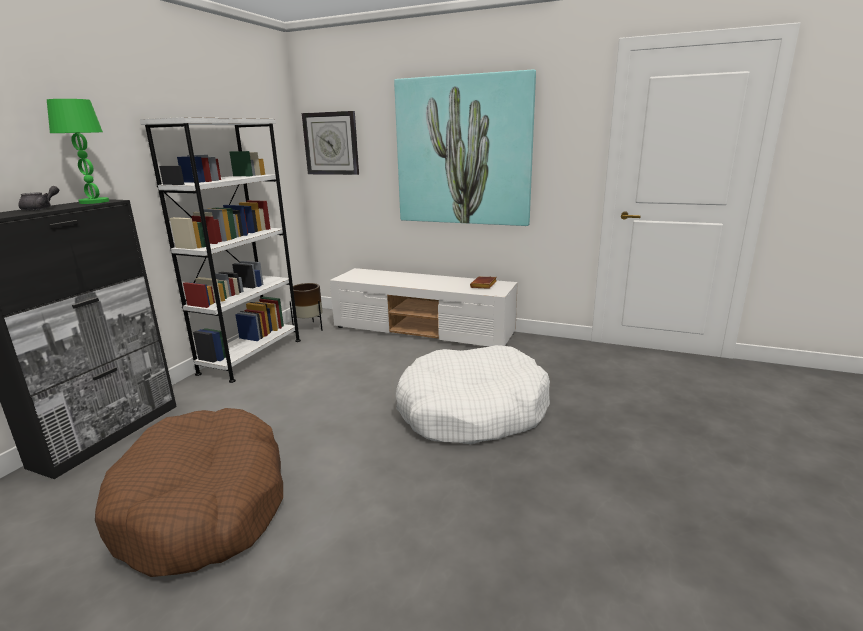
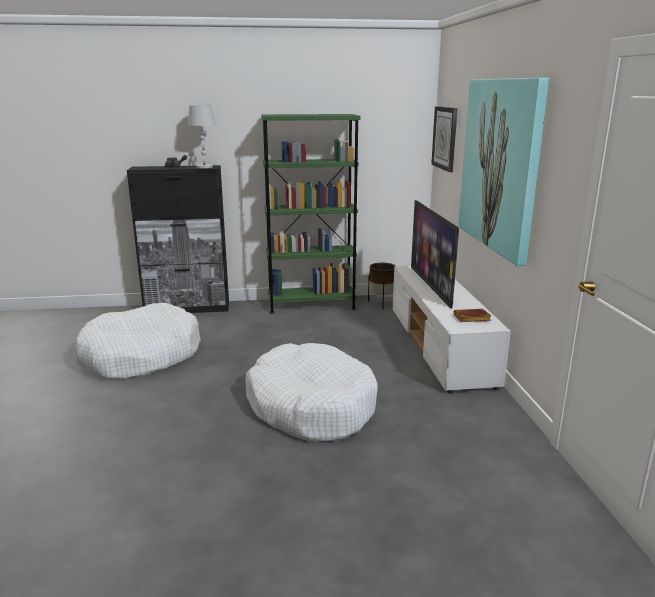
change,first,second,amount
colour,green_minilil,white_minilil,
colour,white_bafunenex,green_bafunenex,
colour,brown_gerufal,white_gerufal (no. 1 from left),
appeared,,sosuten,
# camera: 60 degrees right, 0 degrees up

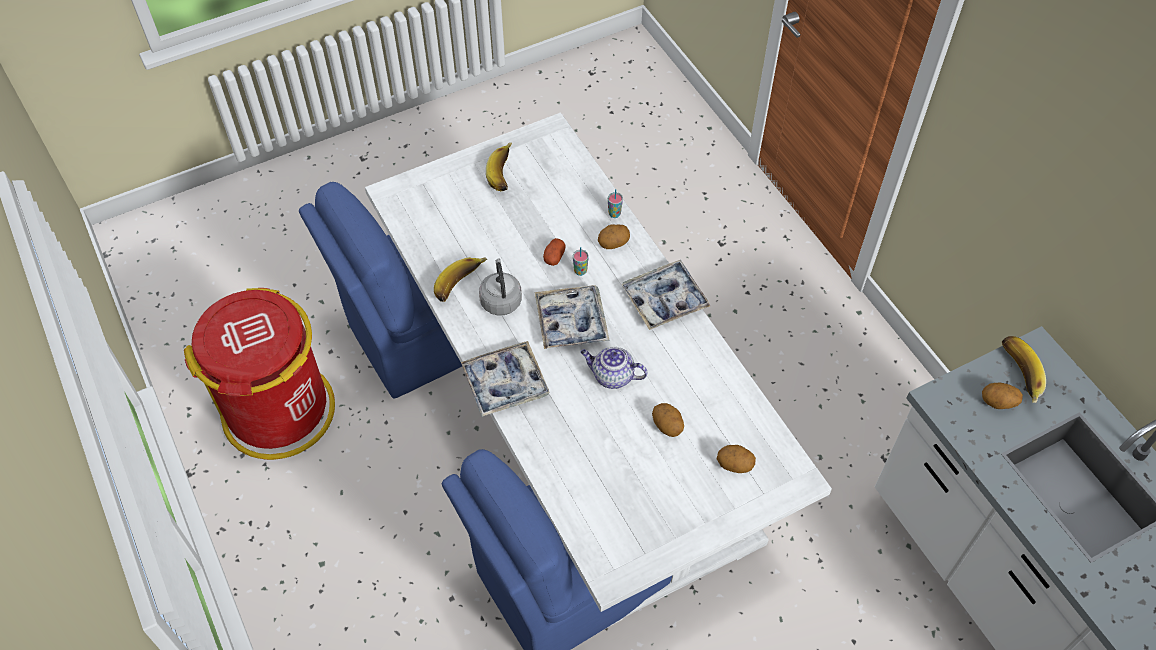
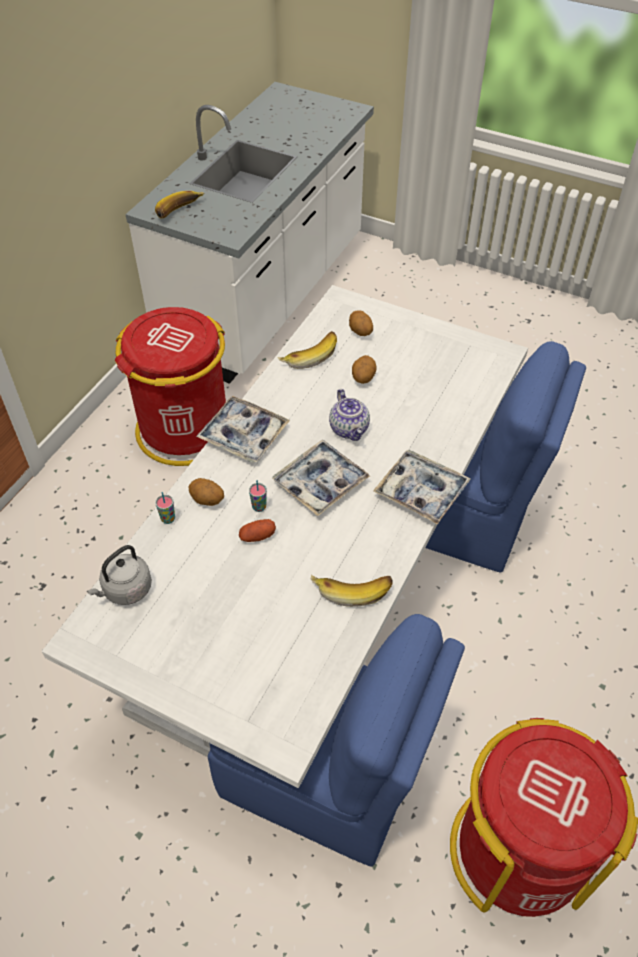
change,first,second,amount
relocated,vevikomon (no. 2 from left),,
relocated,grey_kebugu,,
missing,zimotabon (no. 5 from left),,
appeared,,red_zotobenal (no. 1 from left),
# camera: 125 degrees left, 5 degrees down

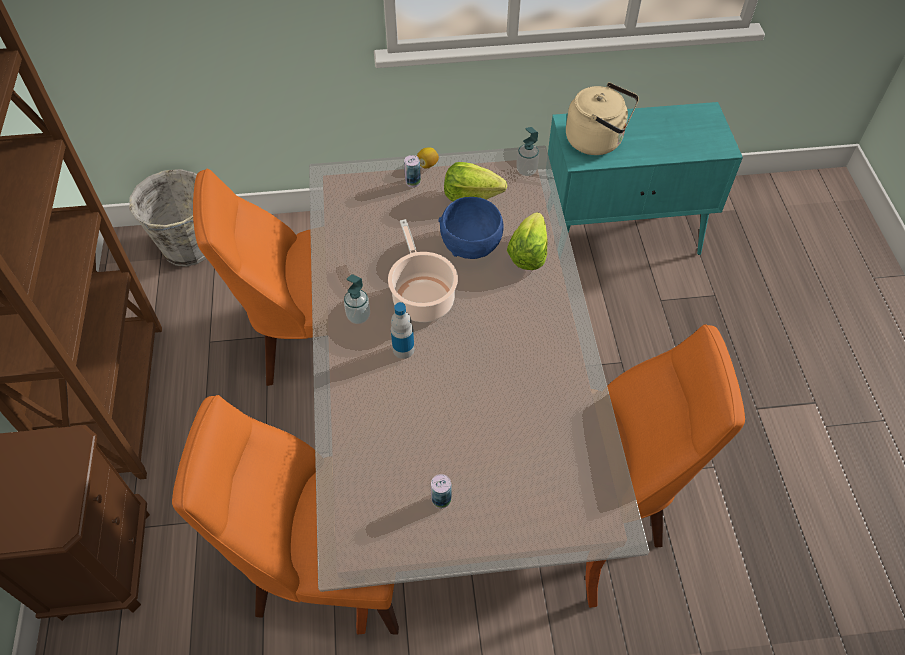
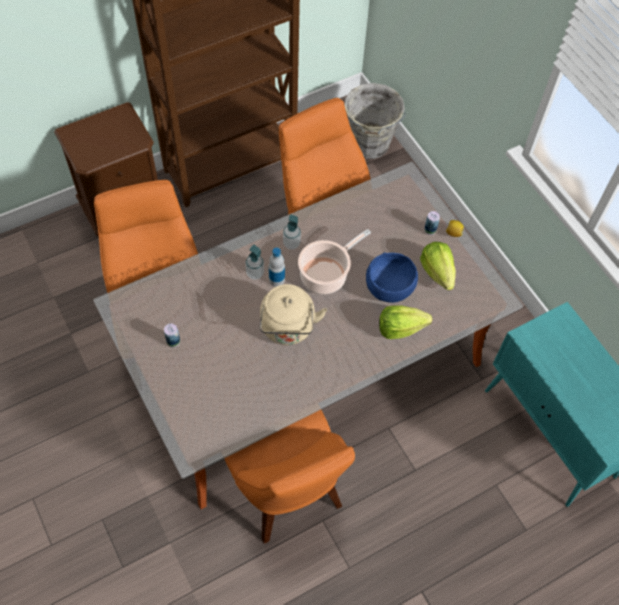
change,first,second,amount
relocated,beige_kebugu,,
relocated,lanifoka (no. 2 from left in the first image),lanifoka (no. 1 from left),
# camera: 65 degrees right, 5 degrees up

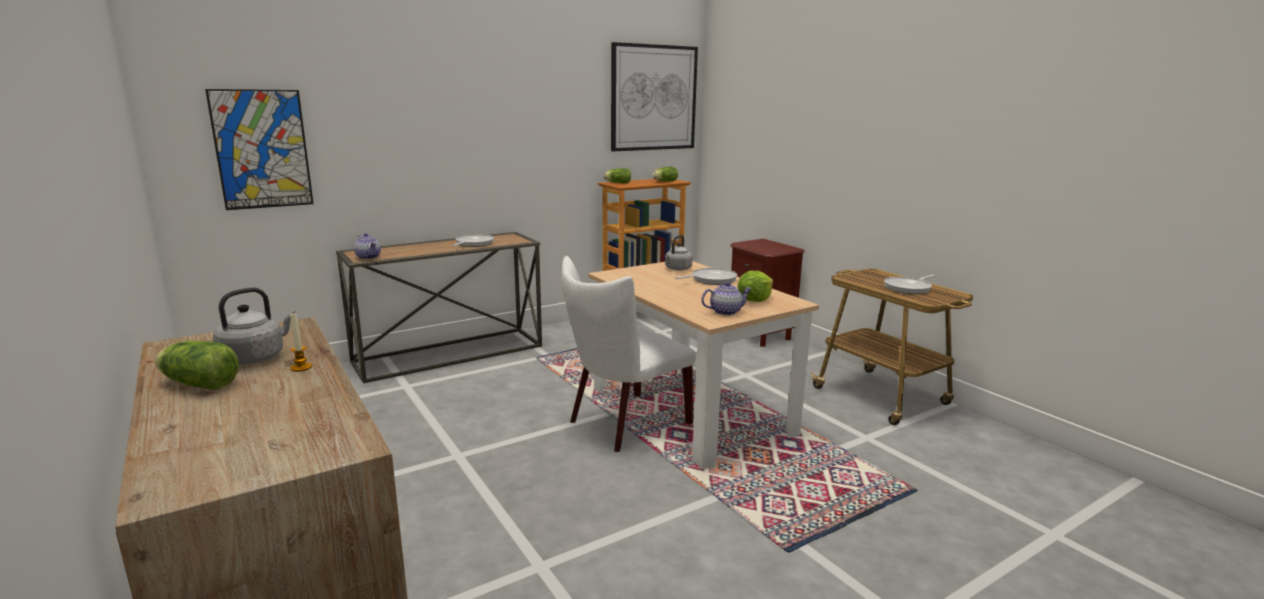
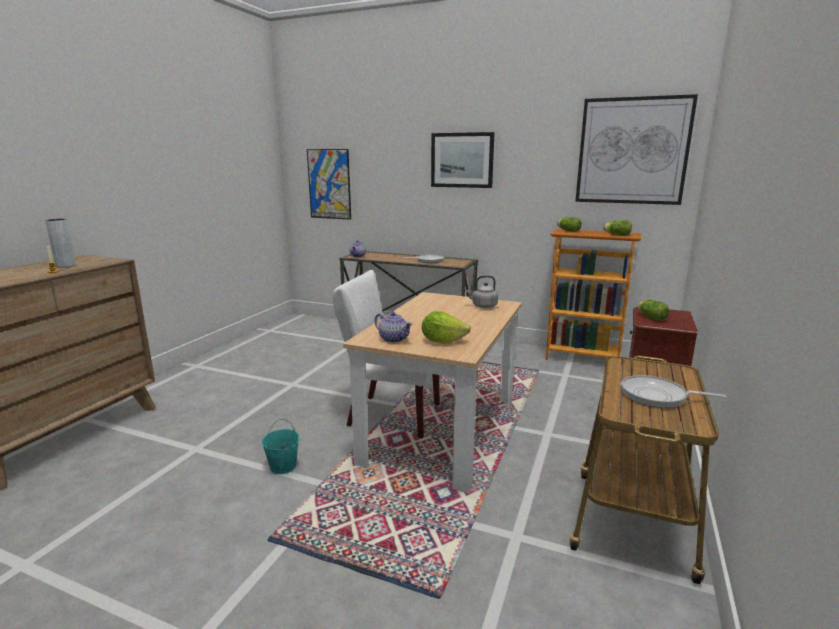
change,first,second,amount
missing,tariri (no. 2 from left),,
exchanged,grey_kebugu (no. 1 from left),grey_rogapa,
relocated,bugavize (no. 1 from left in the first image),bugavize (no. 4 from left),
appeared,,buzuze (no. 2 from left),
appeared,,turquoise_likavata,
# camera: 55 degrees right, 0 degrees up

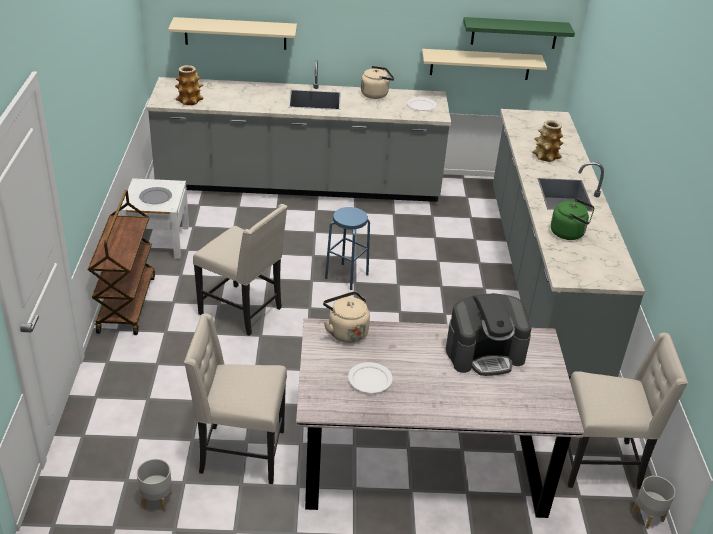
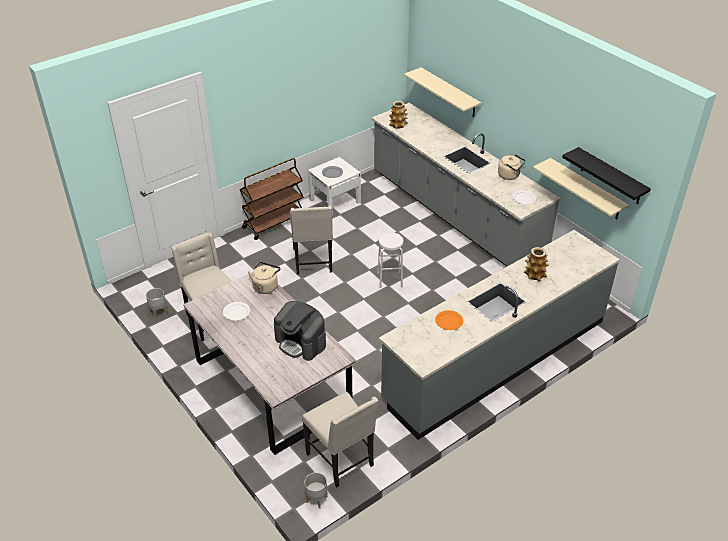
change,first,second,amount
colour,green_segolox,black_segolox,
exchanged,green_kebugu,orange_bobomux,
colour,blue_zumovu,white_zumovu,
# camera: 55 degrees right, 5 degrees up

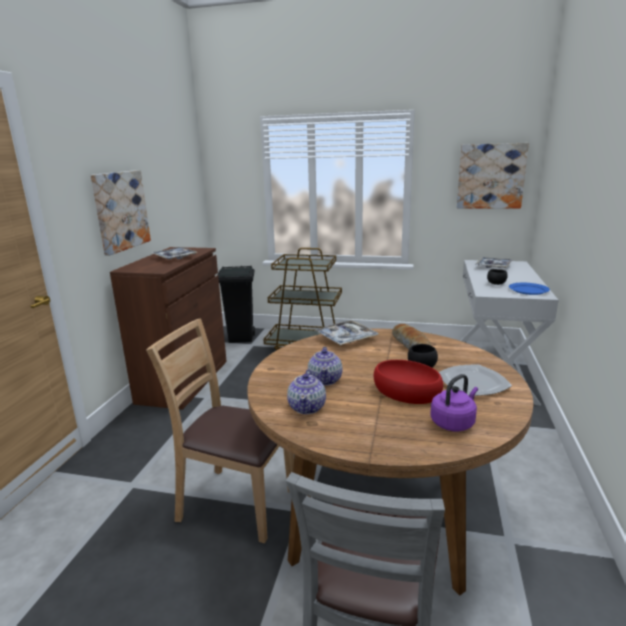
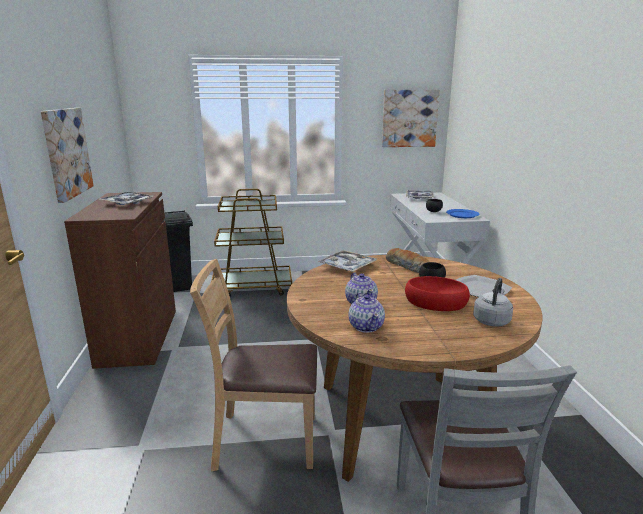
change,first,second,amount
colour,purple_kebugu,grey_kebugu,
# camera: 20 degrees left, 0 degrees up

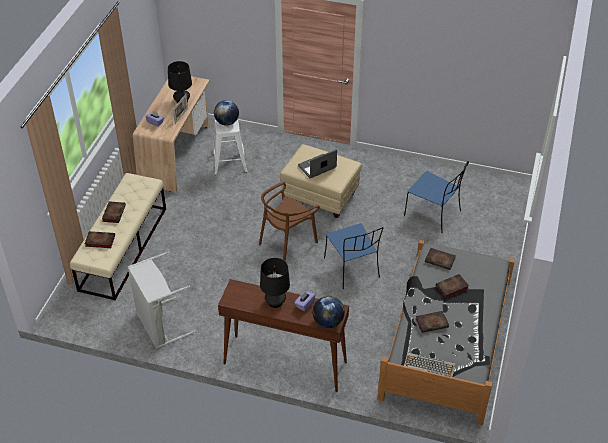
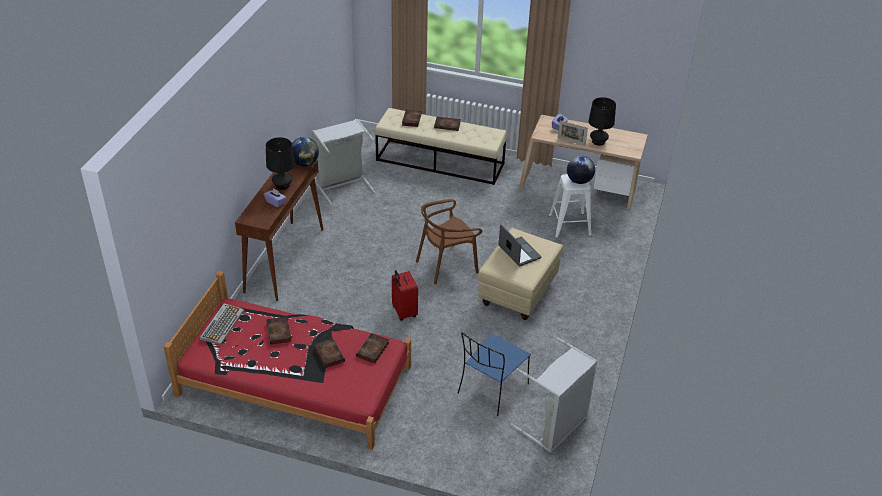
change,first,second,amount
spun,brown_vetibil,,75 degrees counterclockwise
exchanged,blue_vetibil (no. 1 from left),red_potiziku,
colour,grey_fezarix,red_fezarix,
relocated,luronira (no. 2 from left in the first image),luronira (no. 1 from left),
appeared,,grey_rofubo (no. 2 from left),
# camera: 90 degrees right, 5 degrees down

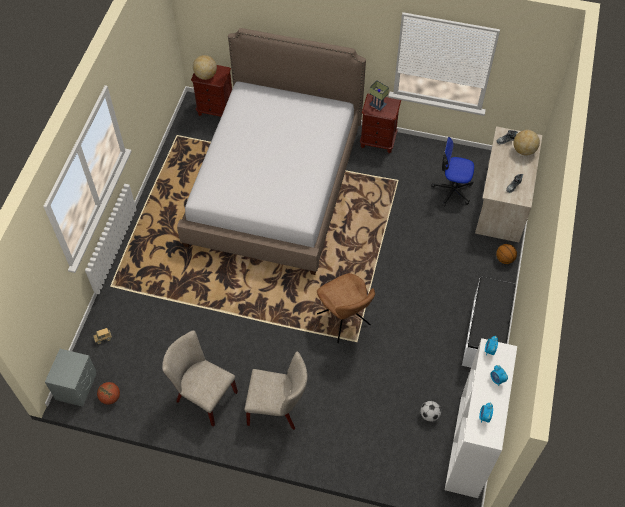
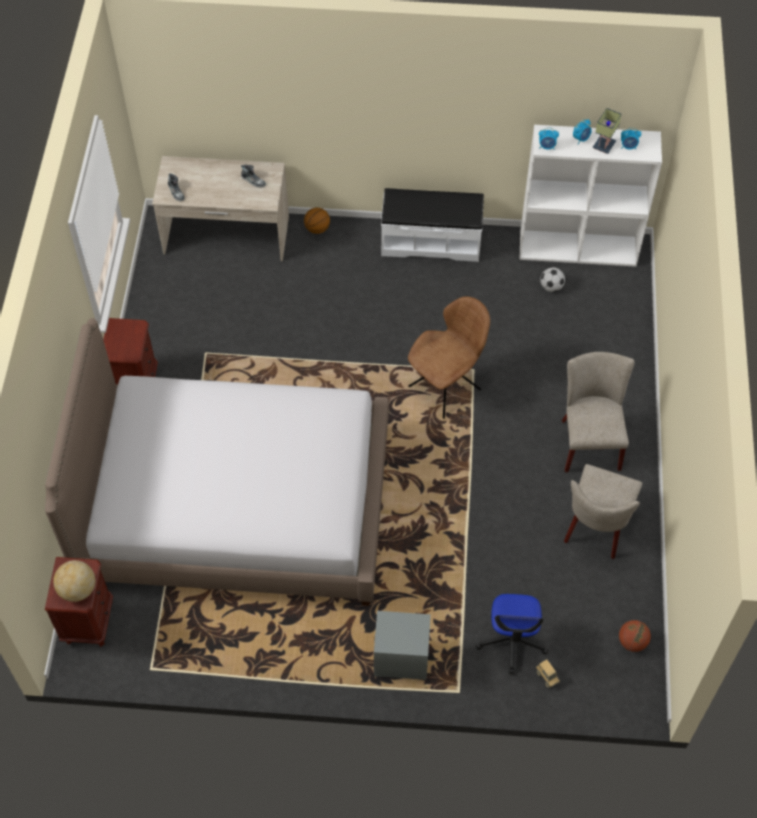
change,first,second,amount
relocated,minilil,,
missing,luronira (no. 2 from left),,
relocated,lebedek,,
relocated,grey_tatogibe,,
# camera: 100 degrees left, 0 degrees up

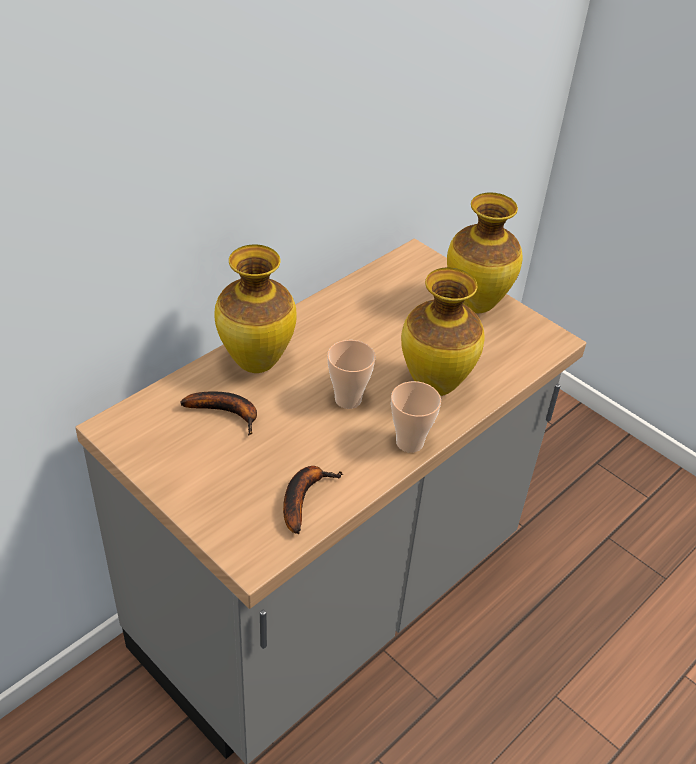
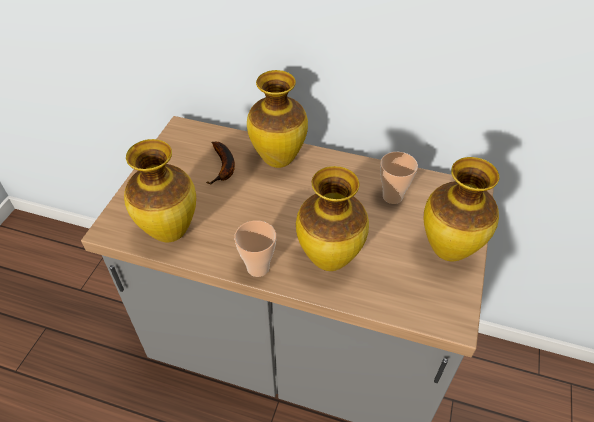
change,first,second,amount
relocated,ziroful (no. 1 from left in the first image),ziroful (no. 2 from left),
exchanged,vevikomon (no. 2 from left),rogapa (no. 1 from left),
# camera: 65 degrees right, 5 degrees up

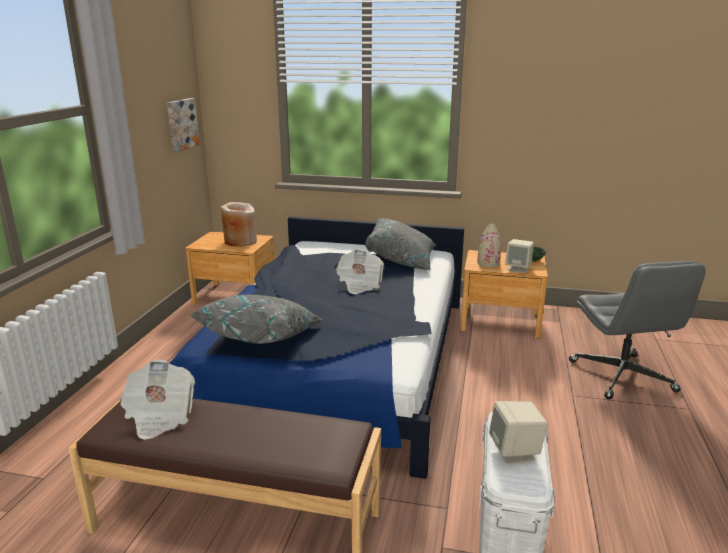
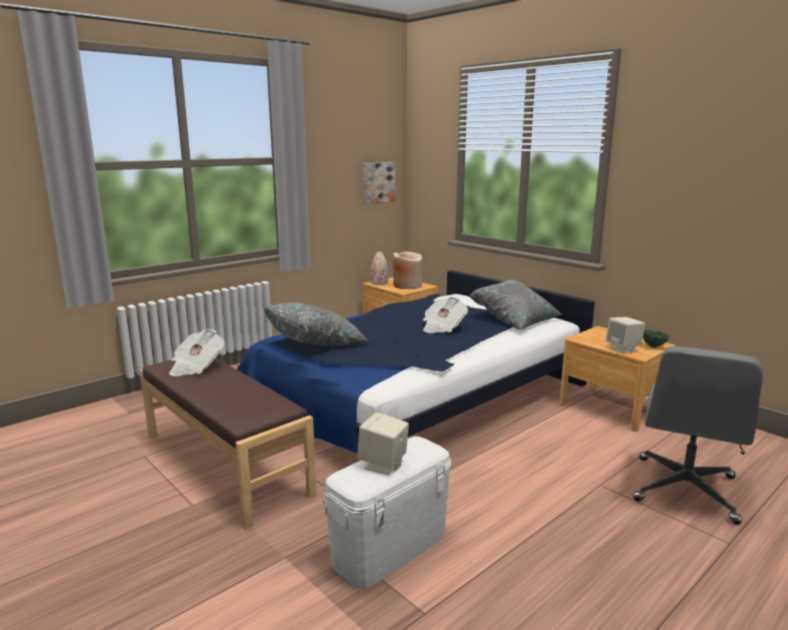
change,first,second,amount
relocated,beige_rogapa (no. 2 from left in the first image),beige_rogapa (no. 1 from left),
# camera: 35 degrees right, 5 degrees down

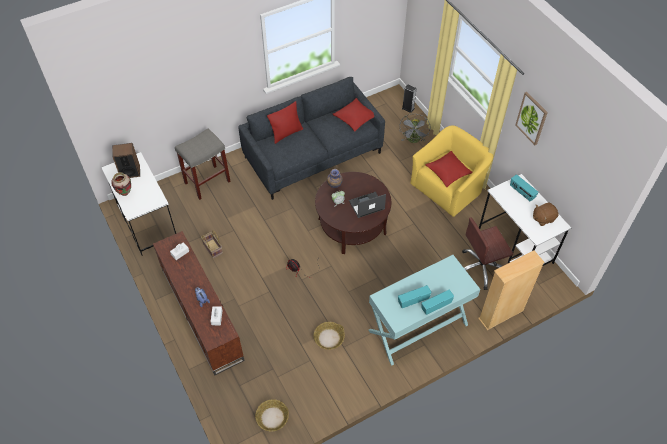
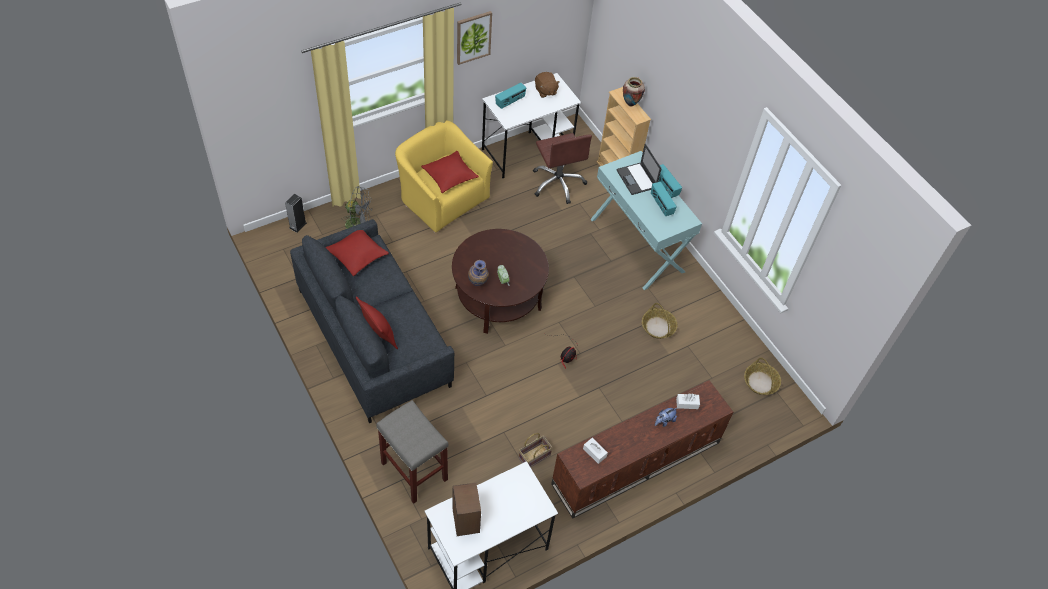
change,first,second,amount
relocated,rogapa (no. 1 from left in the first image),rogapa (no. 2 from left),
relocated,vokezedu,,
# camera: 95 degrees left, 0 degrees up

